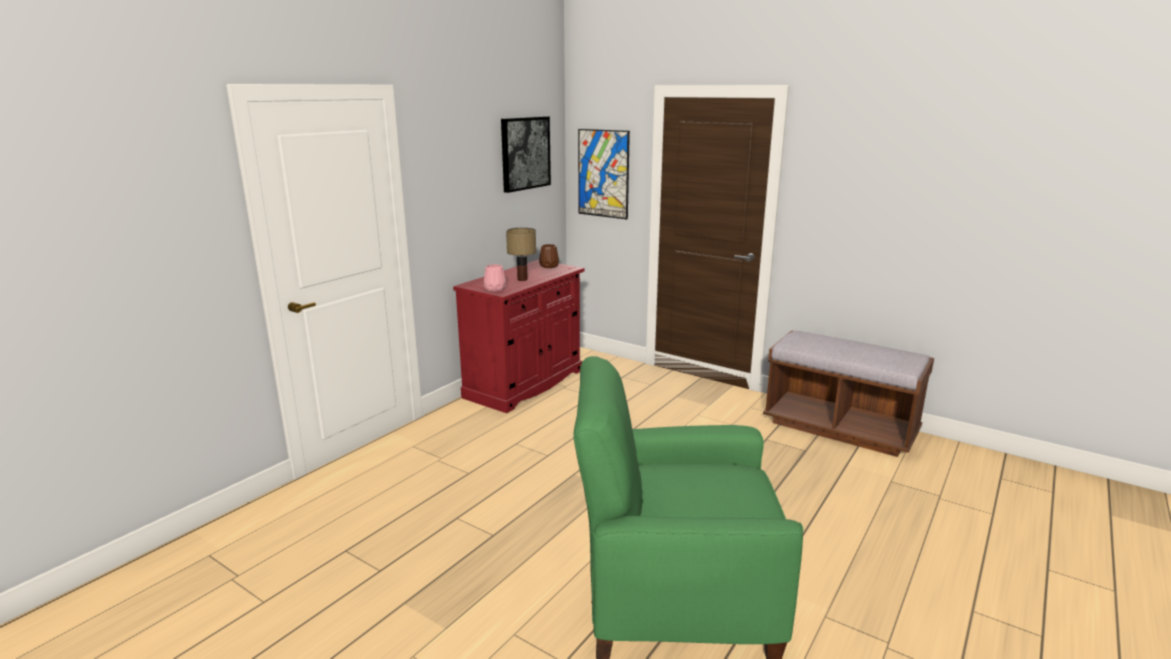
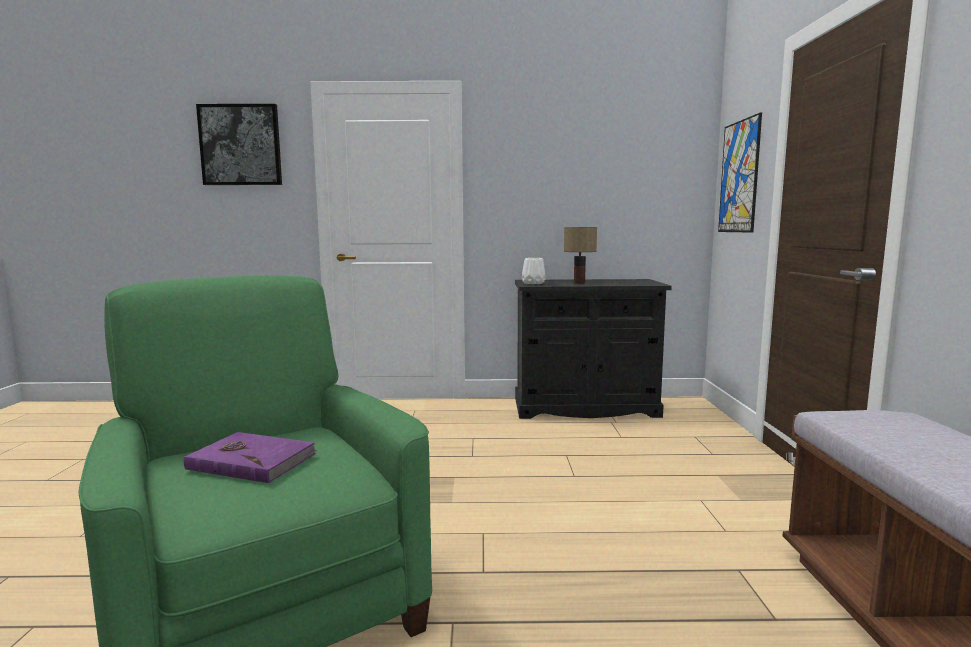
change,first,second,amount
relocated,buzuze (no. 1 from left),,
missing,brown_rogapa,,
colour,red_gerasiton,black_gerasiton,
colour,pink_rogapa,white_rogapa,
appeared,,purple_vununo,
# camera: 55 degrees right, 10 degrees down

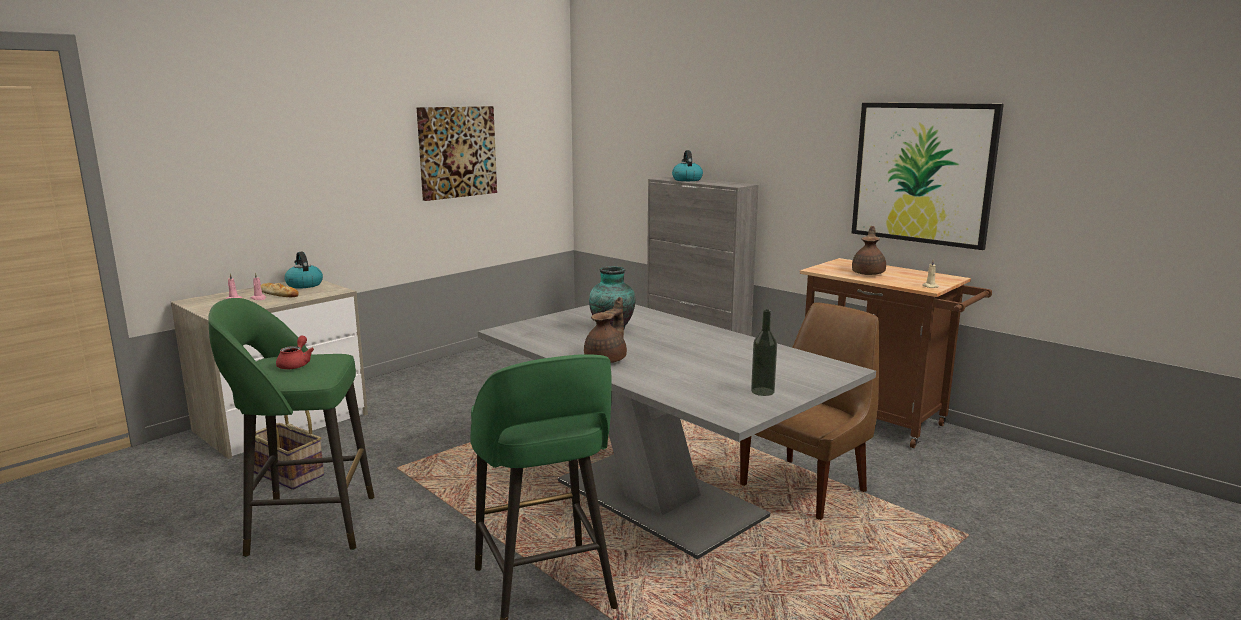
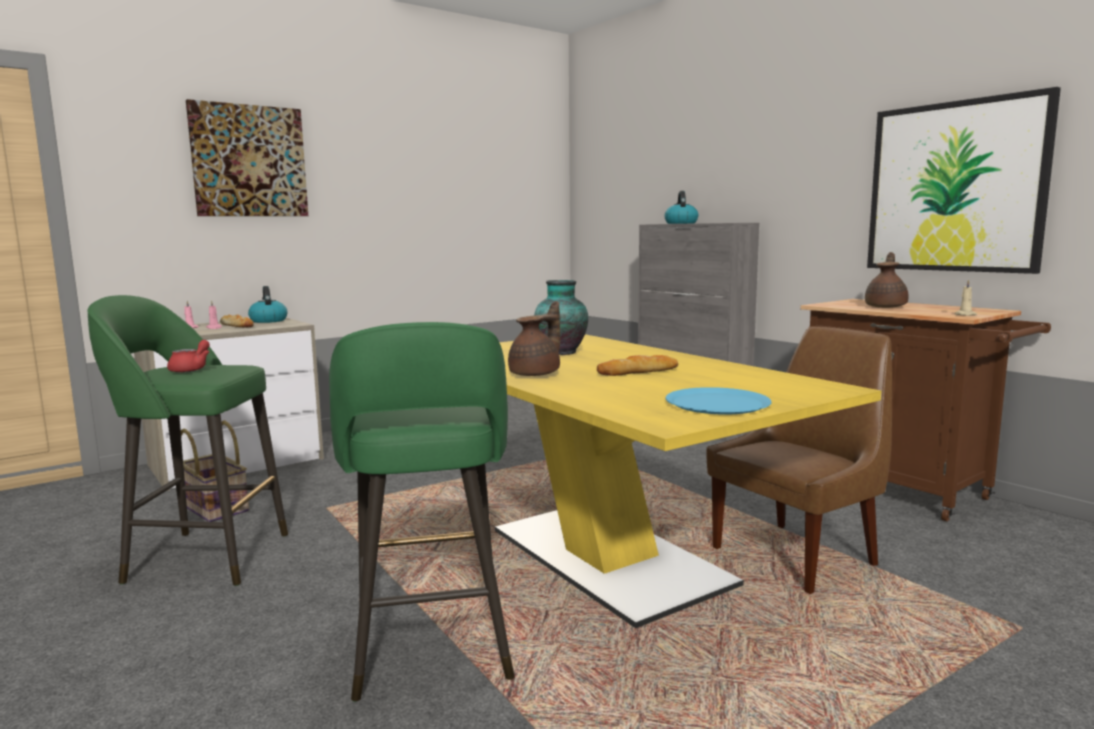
change,first,second,amount
relocated,buzuze (no. 1 from left),,
colour,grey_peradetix,yellow_peradetix,
exchanged,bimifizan,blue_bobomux,
appeared,,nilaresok (no. 2 from left),
# camera: 10 degrees right, 5 degrees down

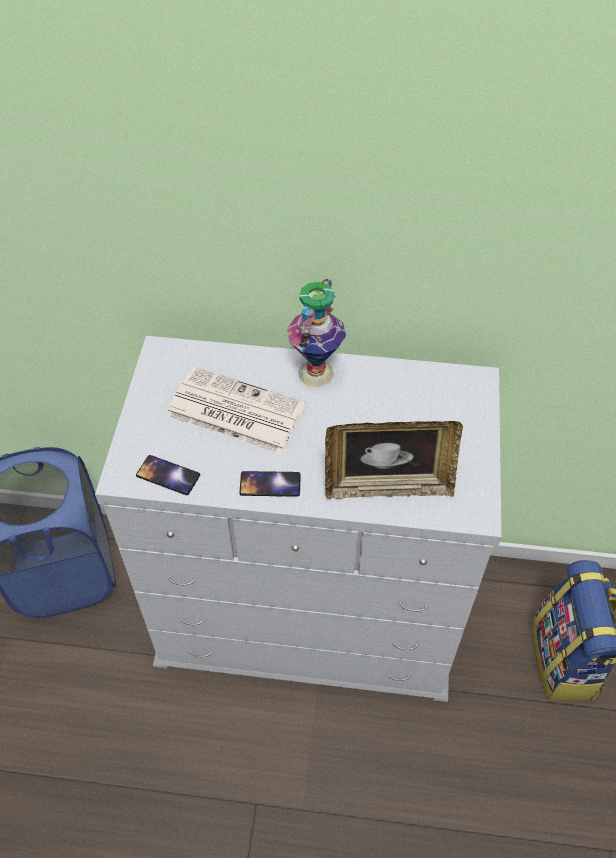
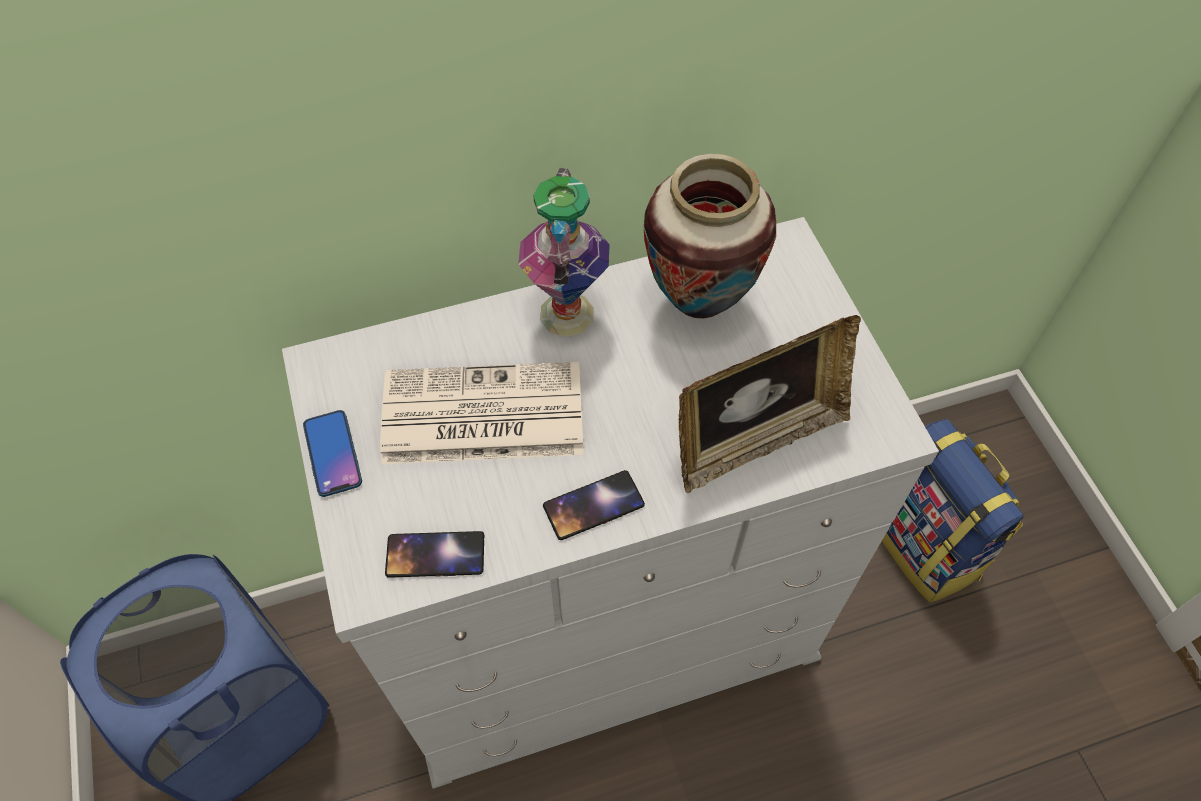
change,first,second,amount
appeared,,rogapa (no. 2 from left),
appeared,,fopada (no. 1 from left),
# camera: 25 degrees left, 5 degrees up

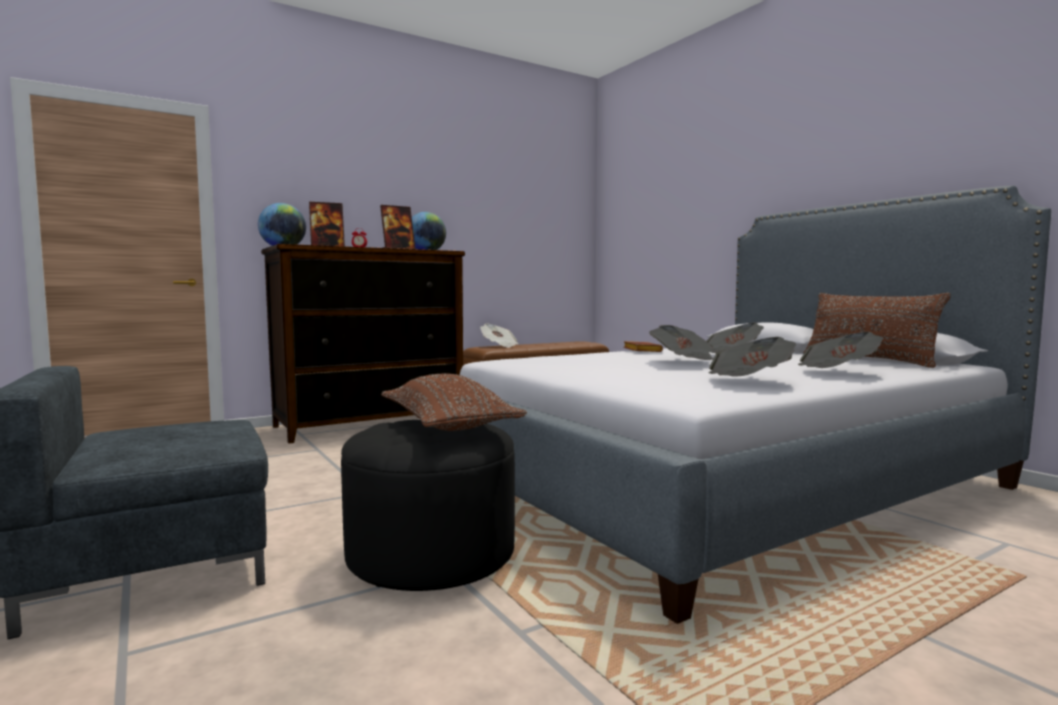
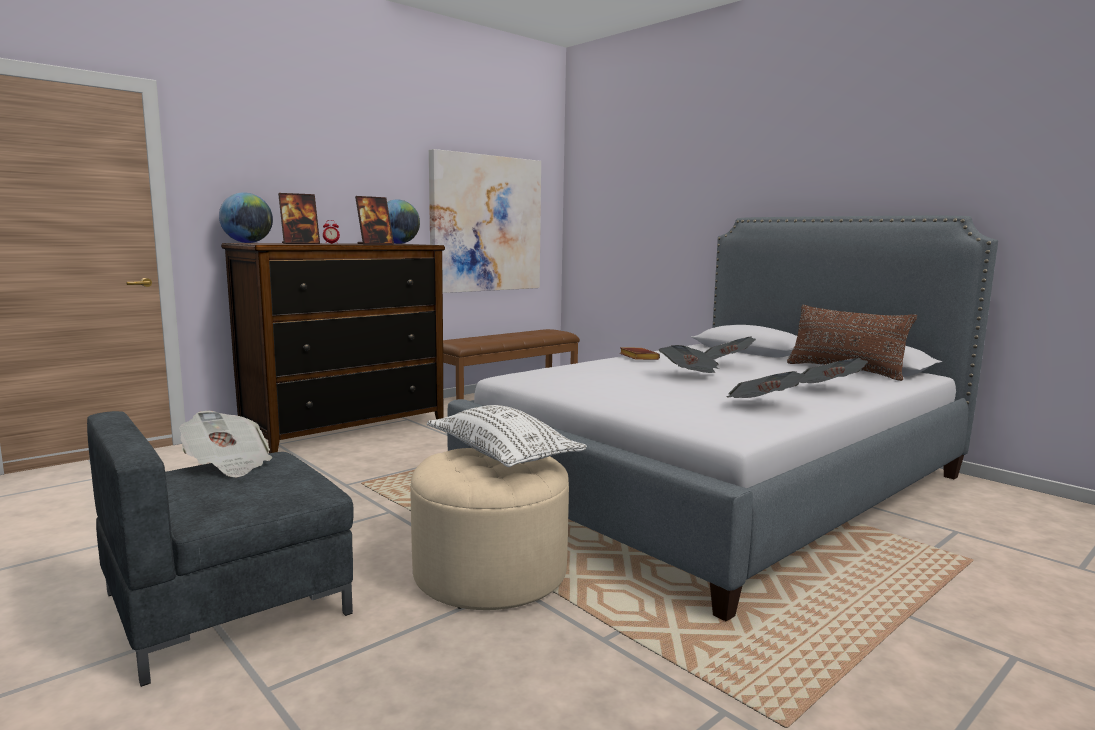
change,first,second,amount
relocated,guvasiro (no. 1 from left),,
colour,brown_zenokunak (no. 1 from left),white_zenokunak,
colour,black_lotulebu,beige_lotulebu,
appeared,,buzuze,
# camera: 10 degrees left, 5 degrees up

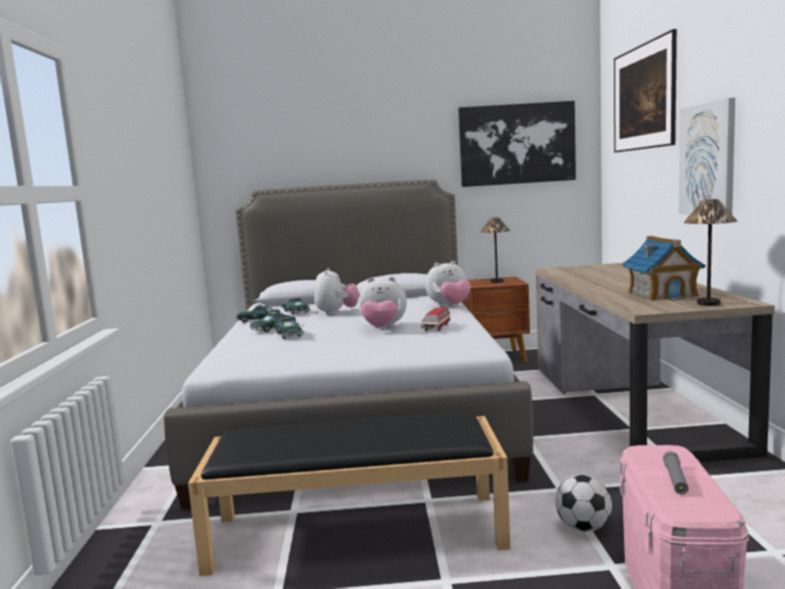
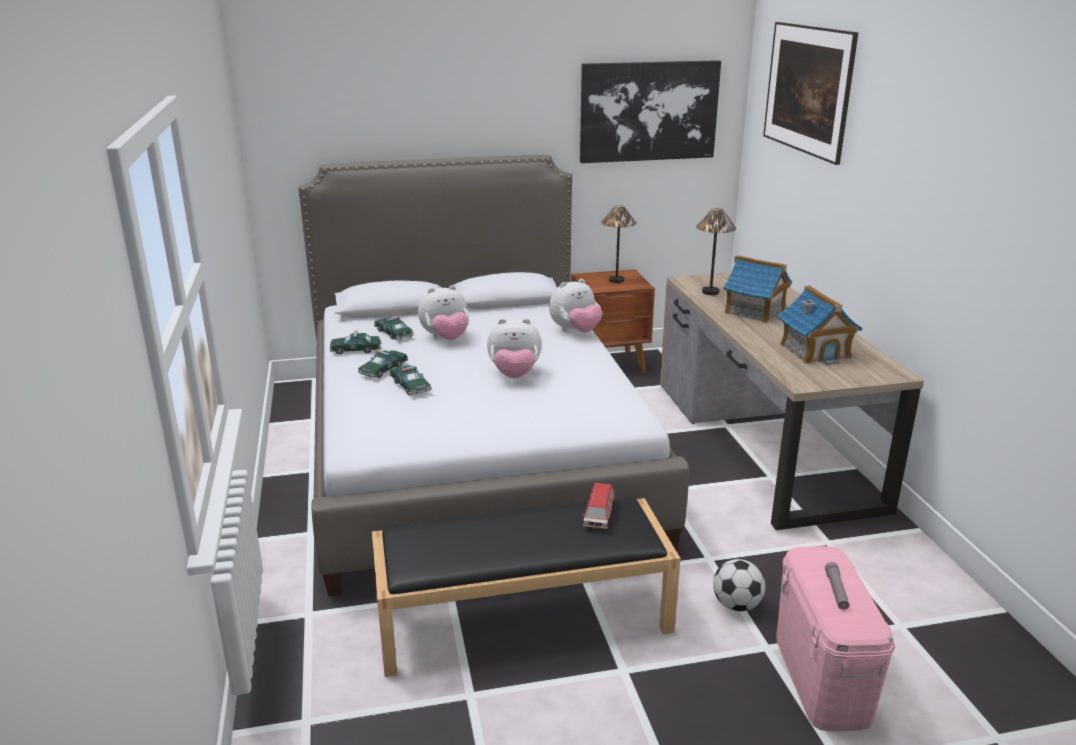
change,first,second,amount
missing,buzuze (no. 3 from left),,
relocated,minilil (no. 2 from left),,
spun,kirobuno (no. 1 from left),,75 degrees clockwise
relocated,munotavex (no. 5 from left),,
appeared,,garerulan (no. 1 from left),
# camera: 10 degrees left, 15 degrees up

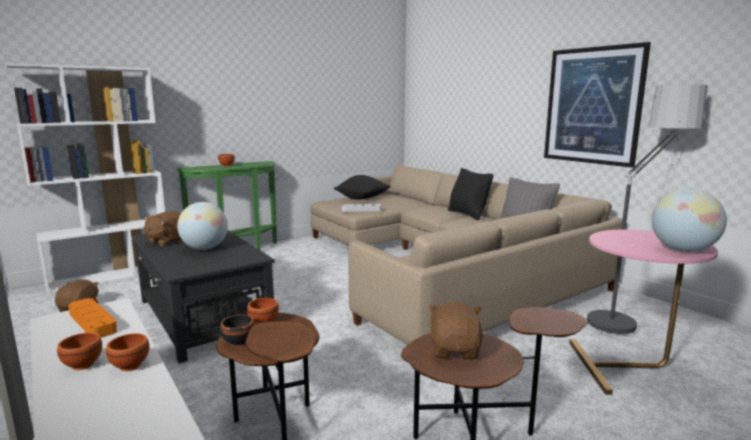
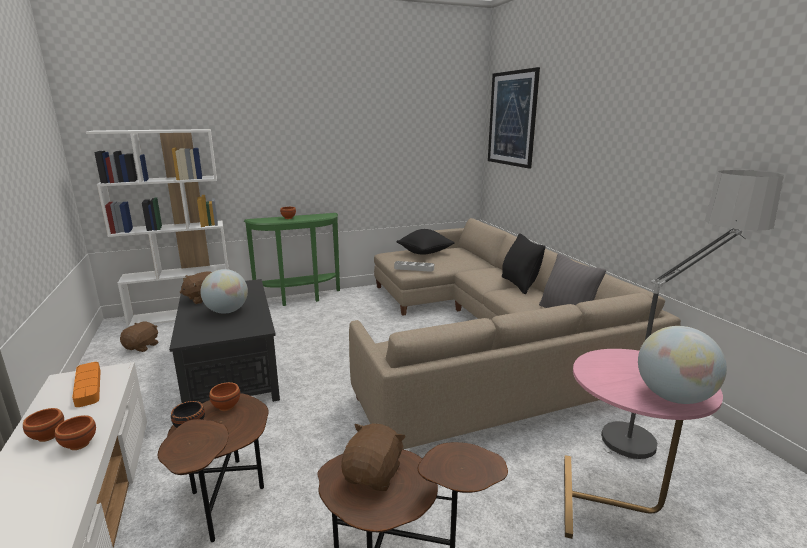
change,first,second,amount
relocated,buzuze,,
# camera: 15 degrees right, 5 degrees up

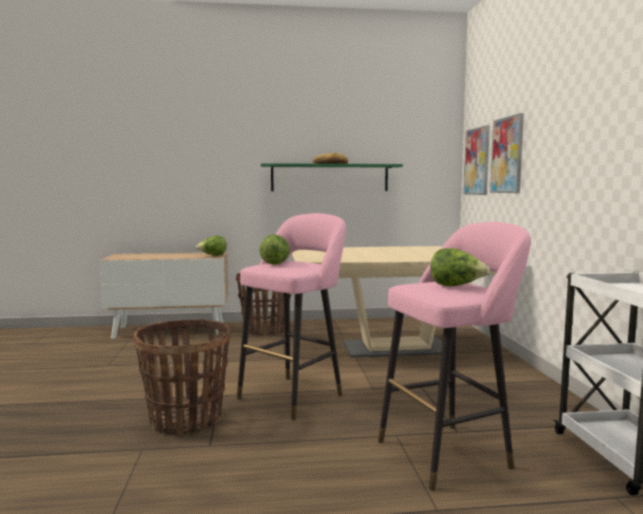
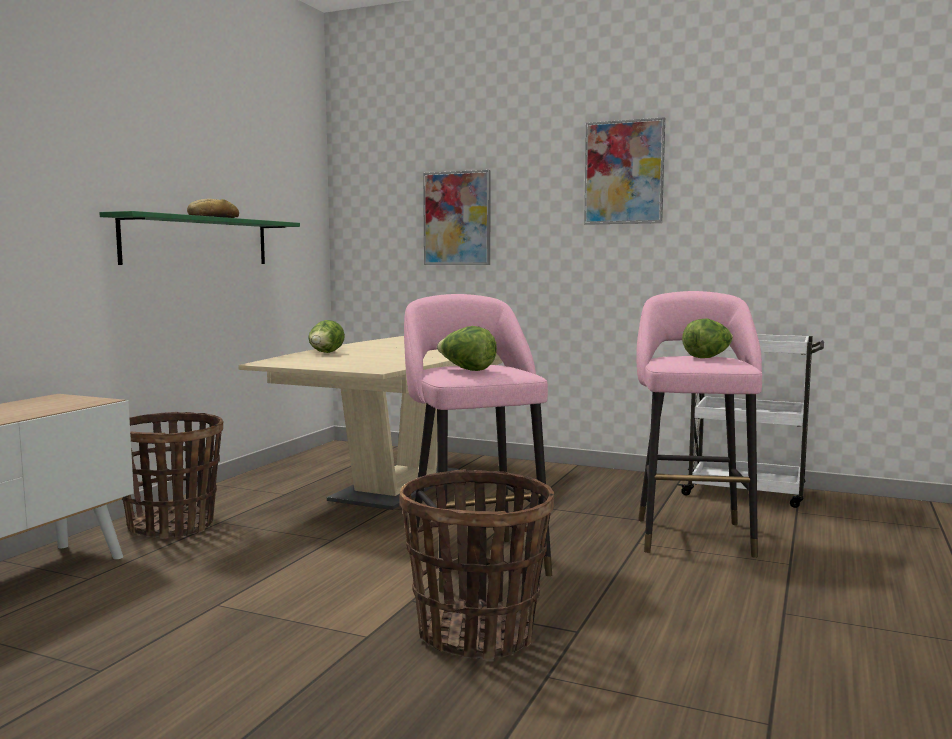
change,first,second,amount
relocated,buzuze (no. 1 from left in the first image),buzuze (no. 2 from left),
relocated,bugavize (no. 1 from left),,
# camera: 60 degrees left, 0 degrees up

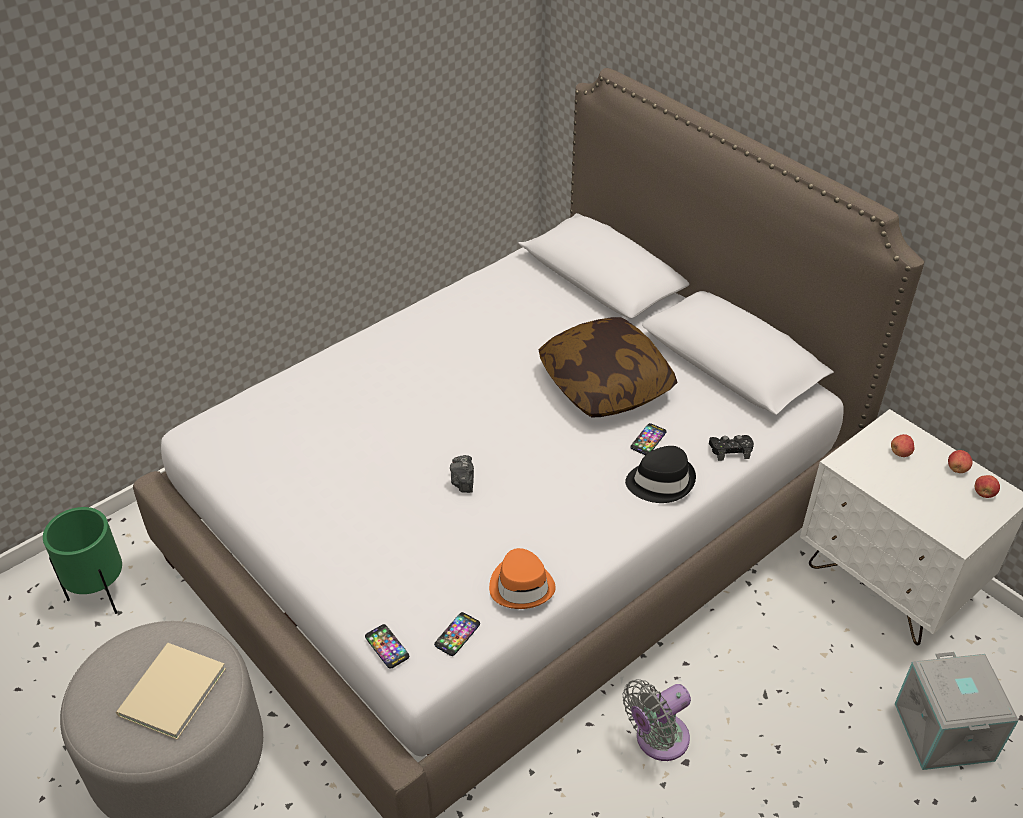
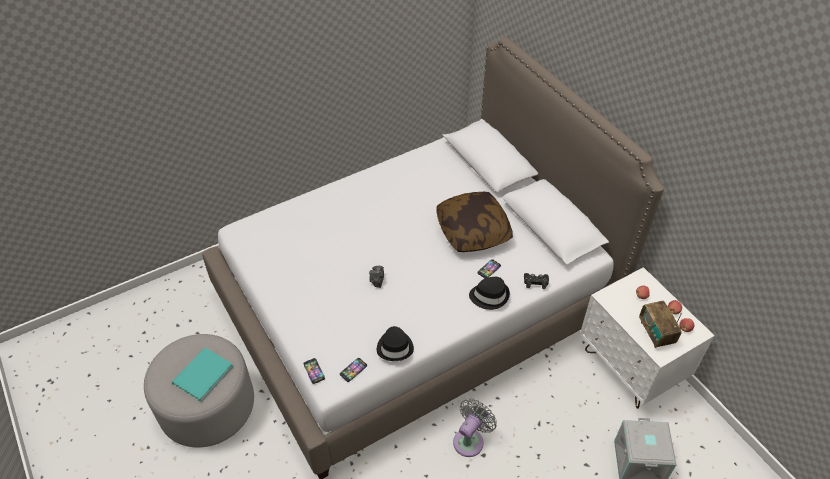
change,first,second,amount
missing,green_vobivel,,
colour,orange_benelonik,black_benelonik (no. 1 from left),
colour,beige_vununo,turquoise_vununo,
spun,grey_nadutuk,,150 degrees clockwise
appeared,,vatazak,
# camera: 10 degrees right, 5 degrees up

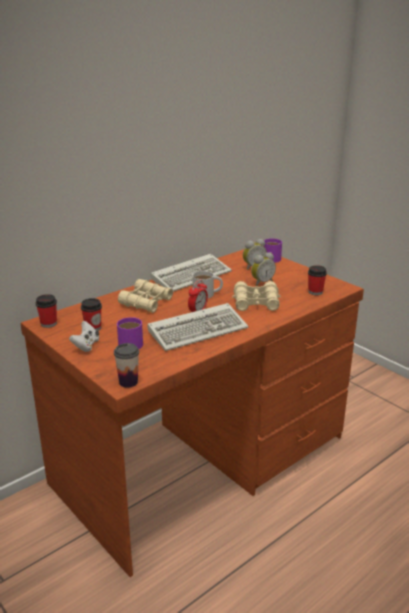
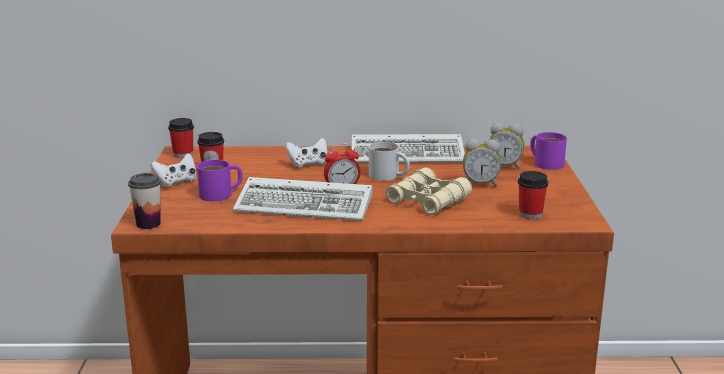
change,first,second,amount
exchanged,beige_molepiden (no. 1 from left),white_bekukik (no. 2 from left),
# camera: 40 degrees right, 5 degrees down

